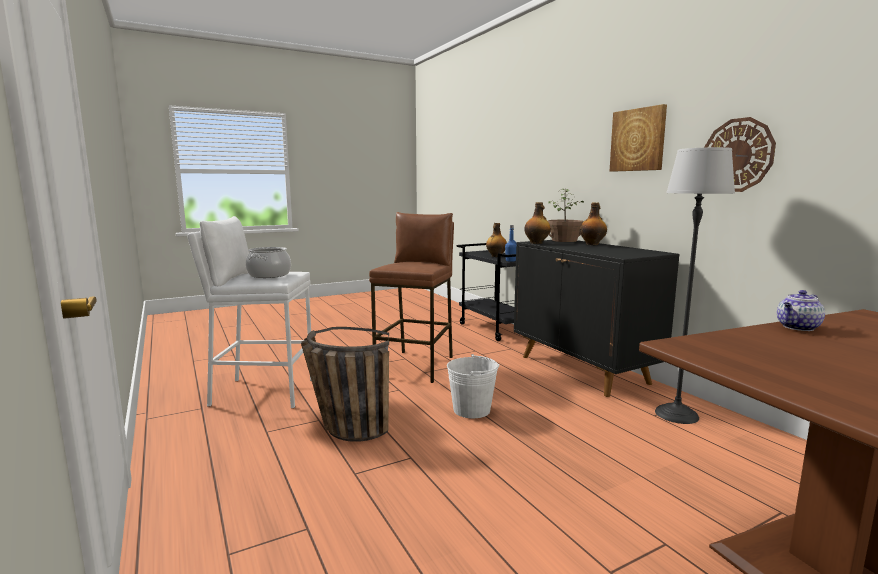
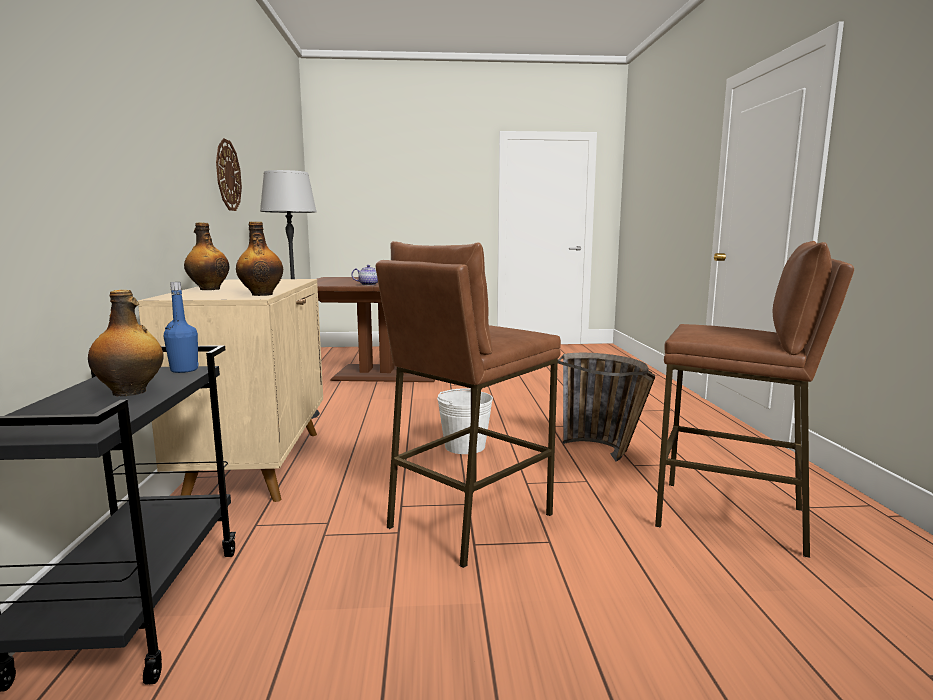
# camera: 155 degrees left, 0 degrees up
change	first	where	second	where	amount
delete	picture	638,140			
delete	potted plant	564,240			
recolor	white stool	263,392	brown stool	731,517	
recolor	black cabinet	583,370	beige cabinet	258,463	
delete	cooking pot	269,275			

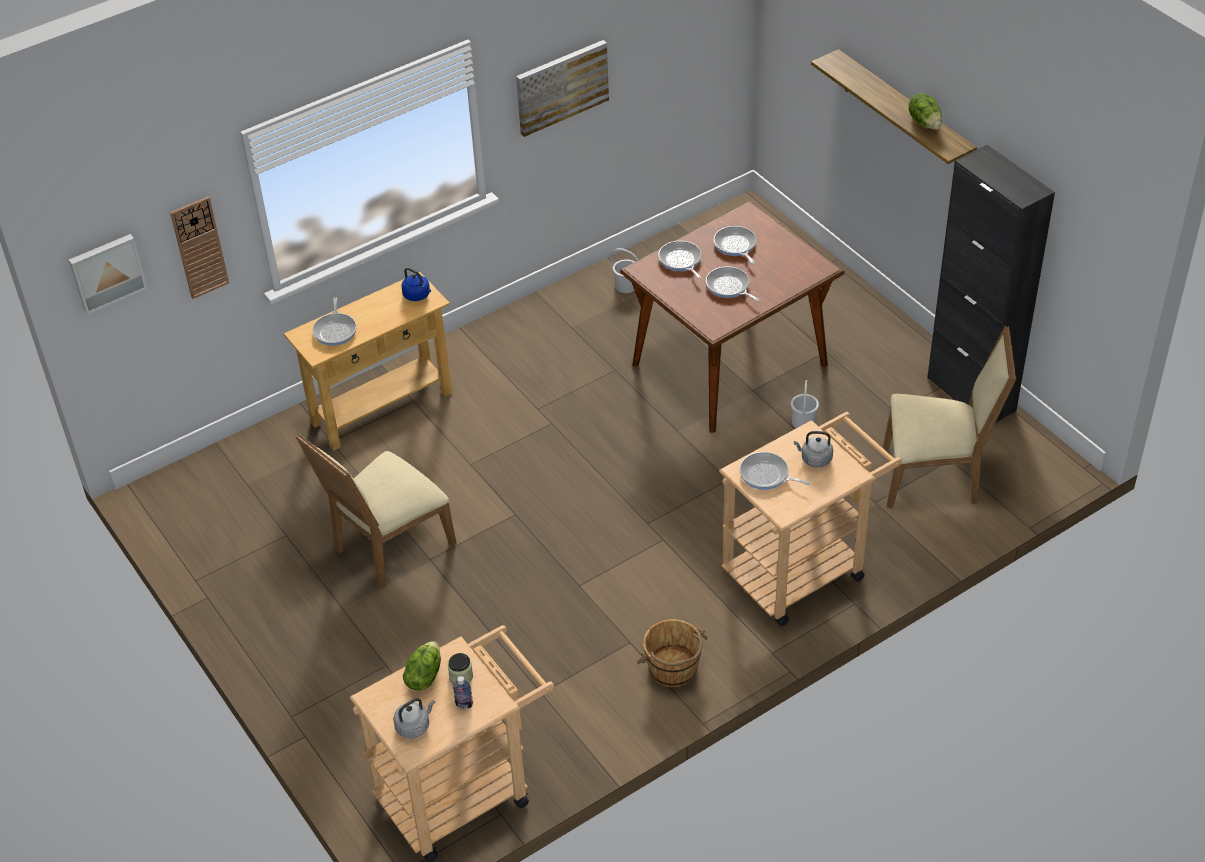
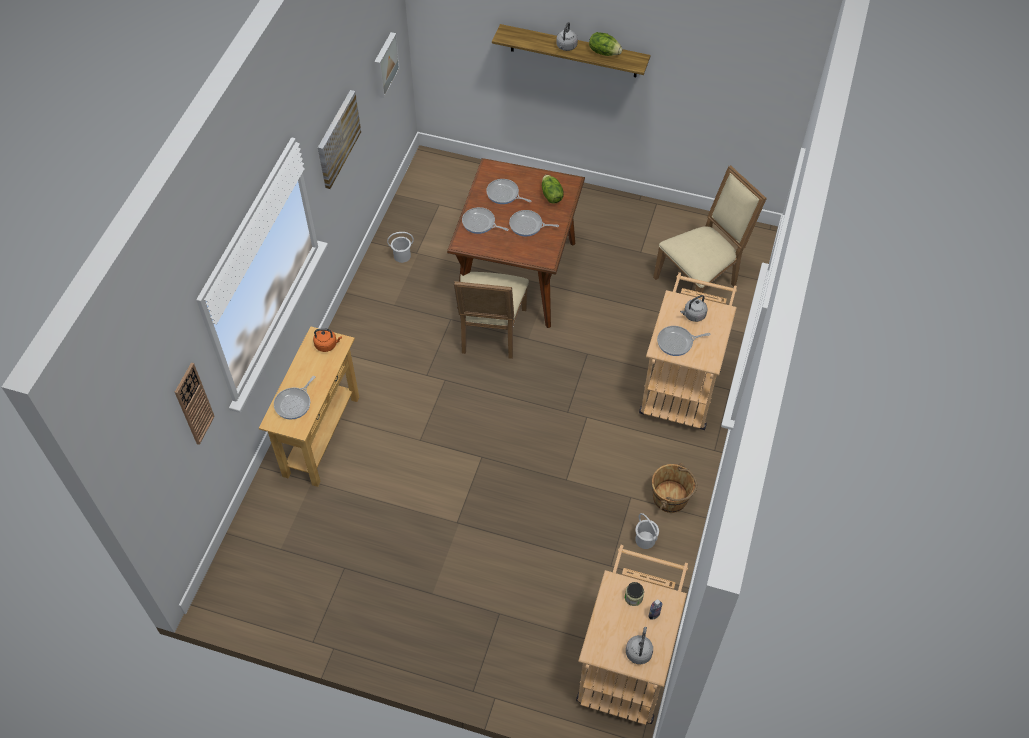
# camera: 40 degrees left, 10 degrees up
change	first	where	second	where	amount
delete	black cabinet	971,394			
move	picture	107,272		384,64	
recolor	blue kettle	418,295	orange kettle	327,345	
rotate	frying pan	335,330		294,403	75 degrees clockwise
move	white bucket	804,421		645,539	
move	beige chair	387,548		490,334	
move	lettuce	424,676		551,195	
insert			grey kettle	566,47	

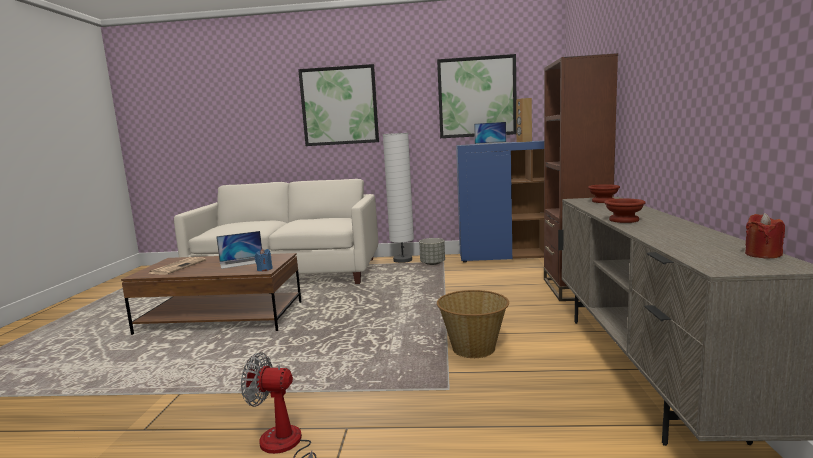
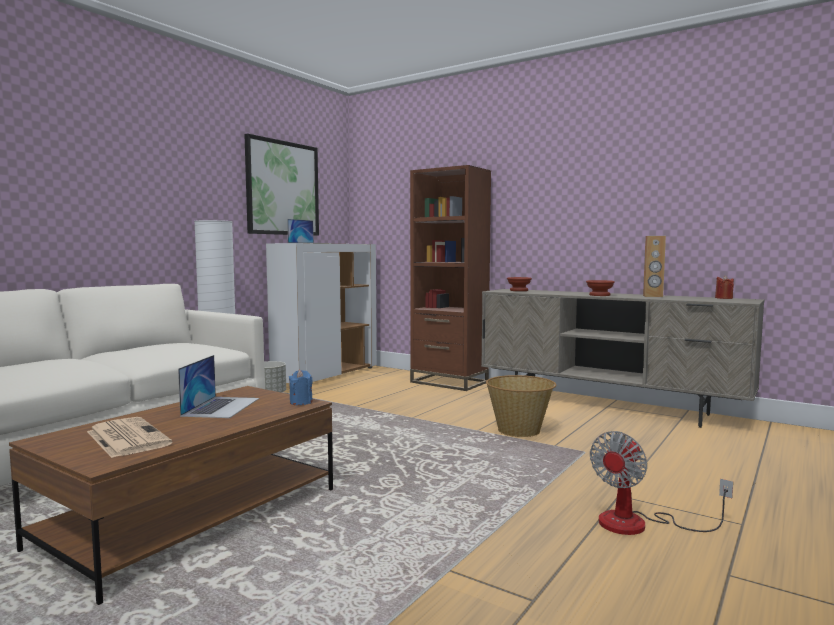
# camera: 60 degrees left, 5 degrees down
change	first	where	second	where	amount
delete	picture	339,106			
move	brown speaker	524,141		652,296	
recolor	blue cabinet	509,257	white cabinet	326,374	

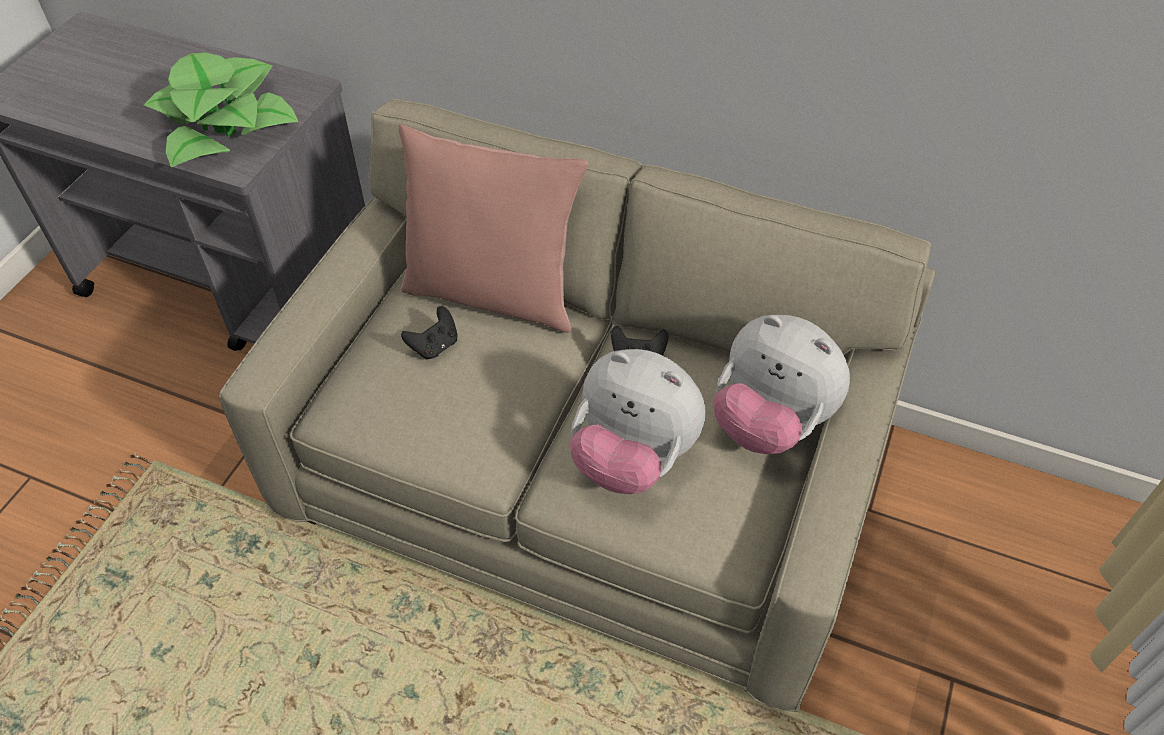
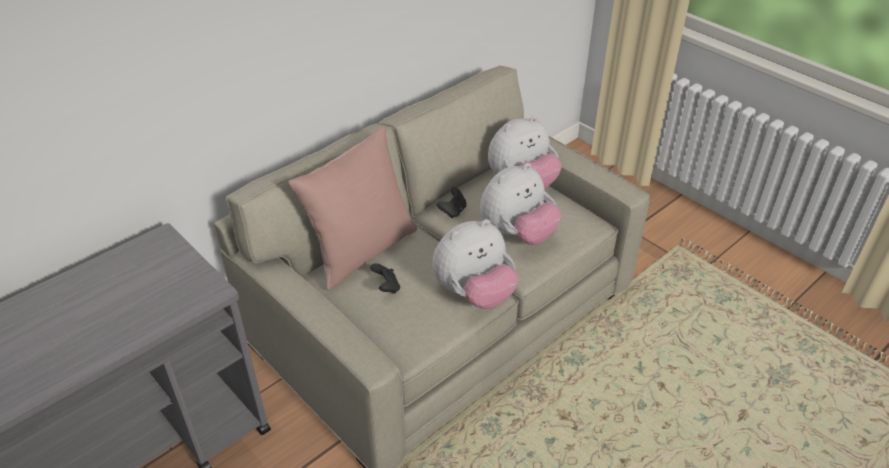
# camera: 65 degrees left, 10 degrees down
change	first	where	second	where	amount
delete	potted plant	225,123			
insert			plush toy	474,294	

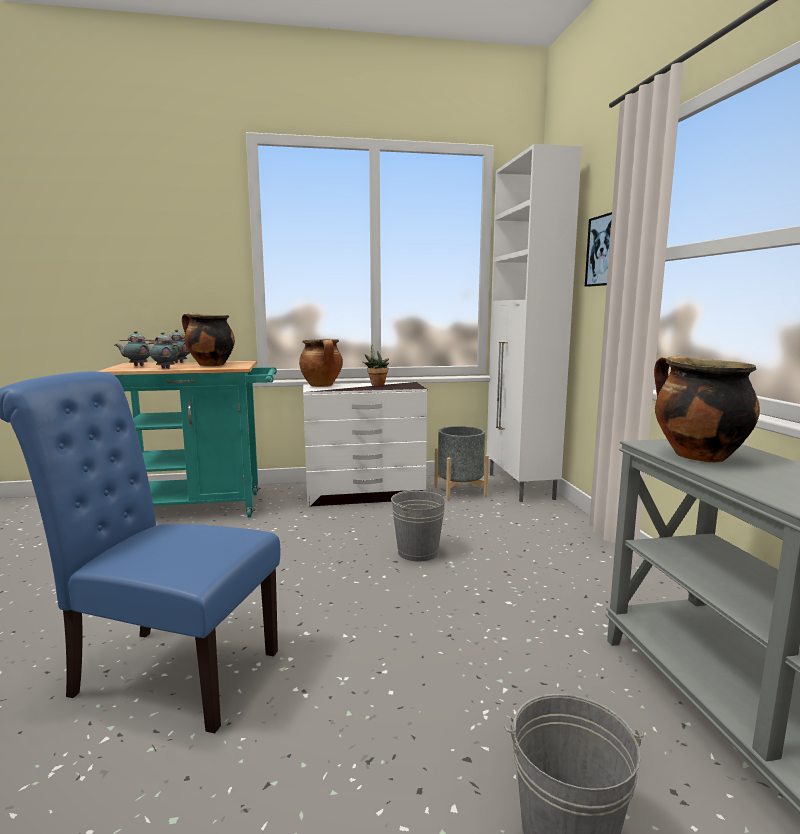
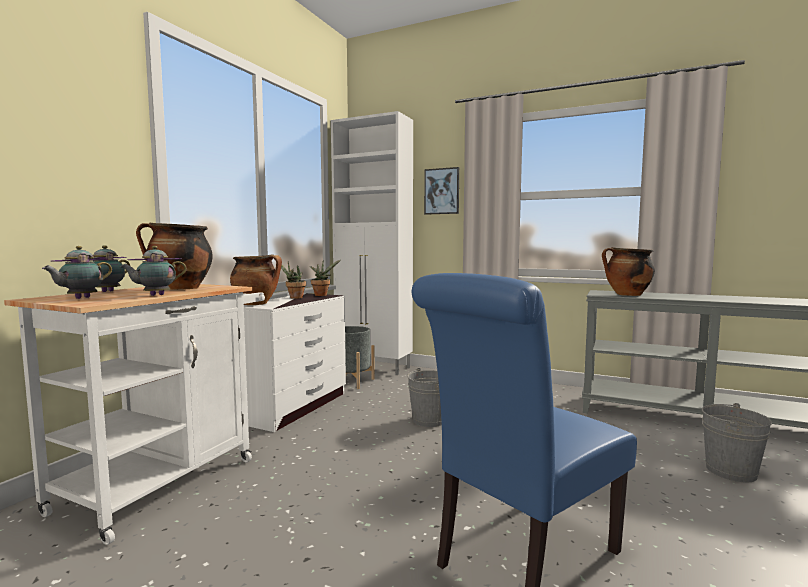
# camera: 55 degrees left, 5 degrees down
change	first	where	second	where	amount
recolor	turquoise cart	204,507	white cart	167,479	
insert			potted plant	322,295	

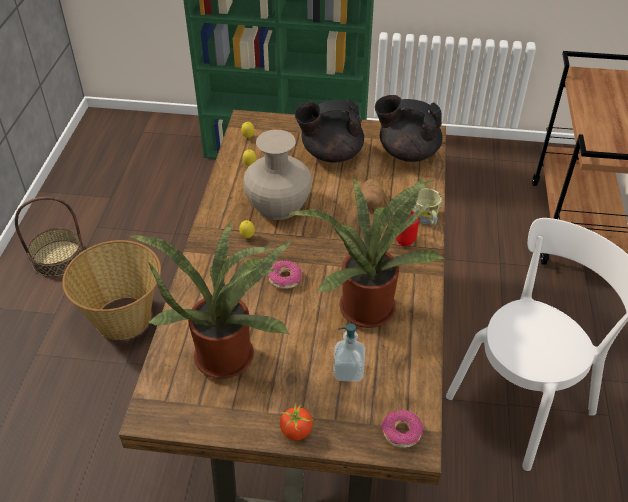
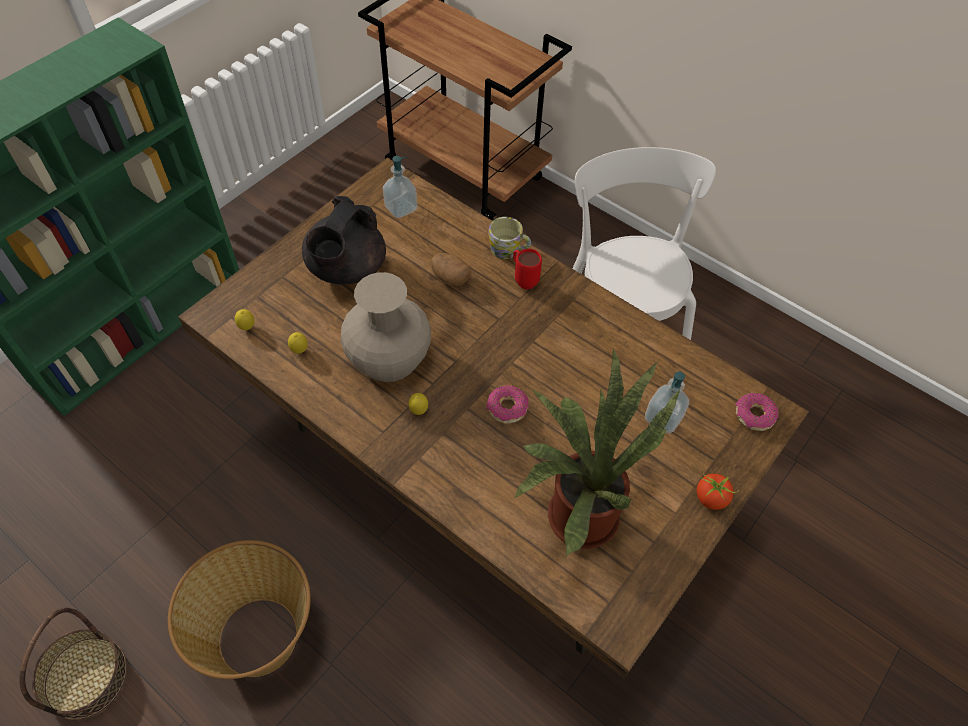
# camera: 60 degrees left, 10 degrees up
change	first	where	second	where	amount
replace	black teapot	407,152	soap dispenser	401,208	
delete	potted plant	366,304			

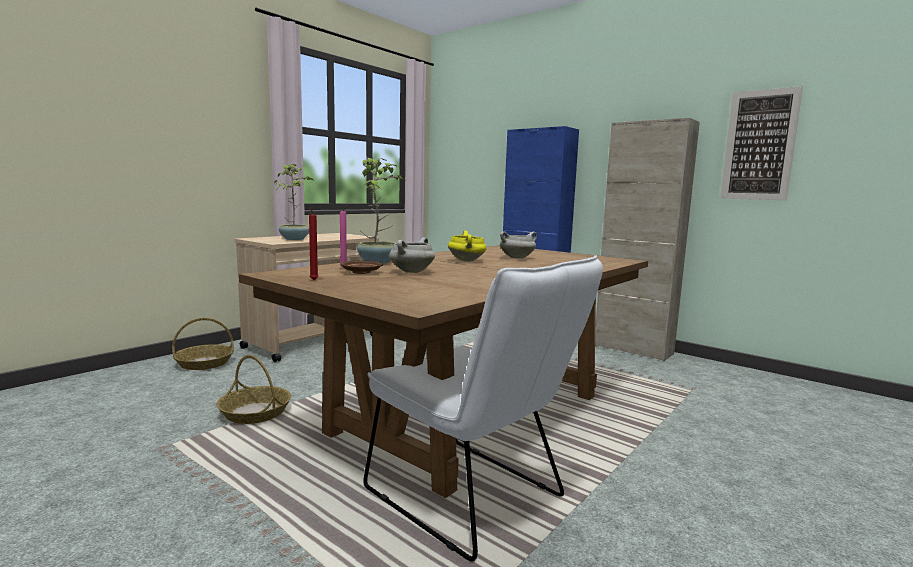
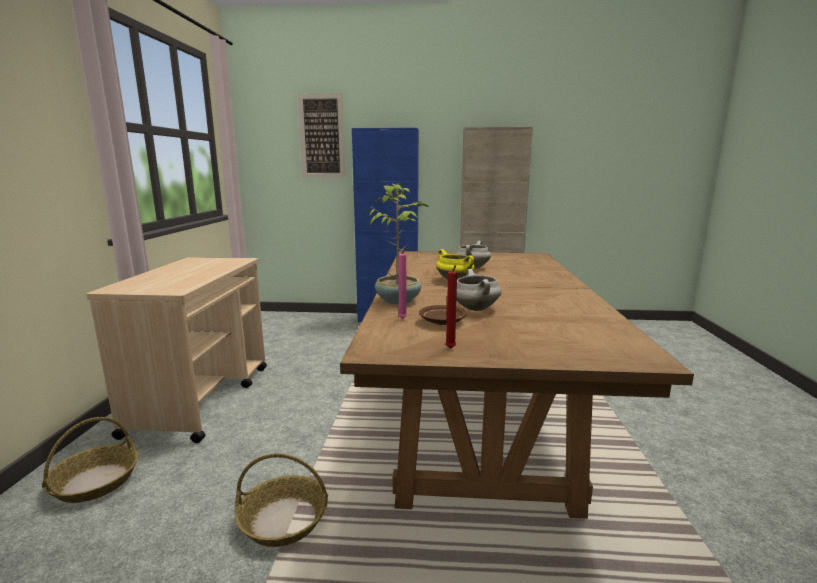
# camera: 35 degrees left, 5 degrees up
change	first	where	second	where	amount
move	picture	759,145		322,136	
delete	potted plant	295,239			
delete	white chair	473,499			

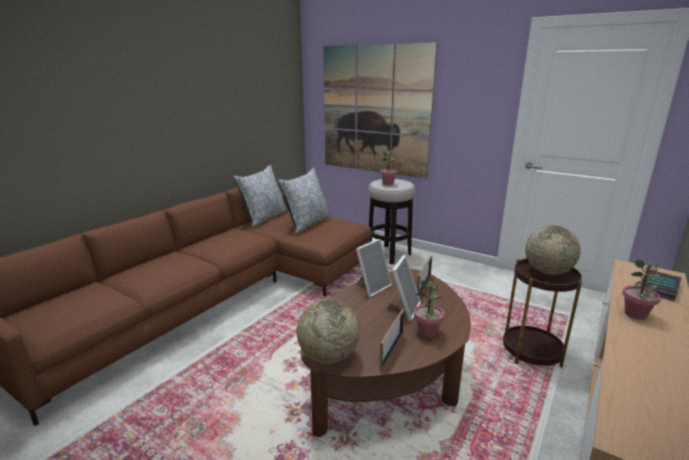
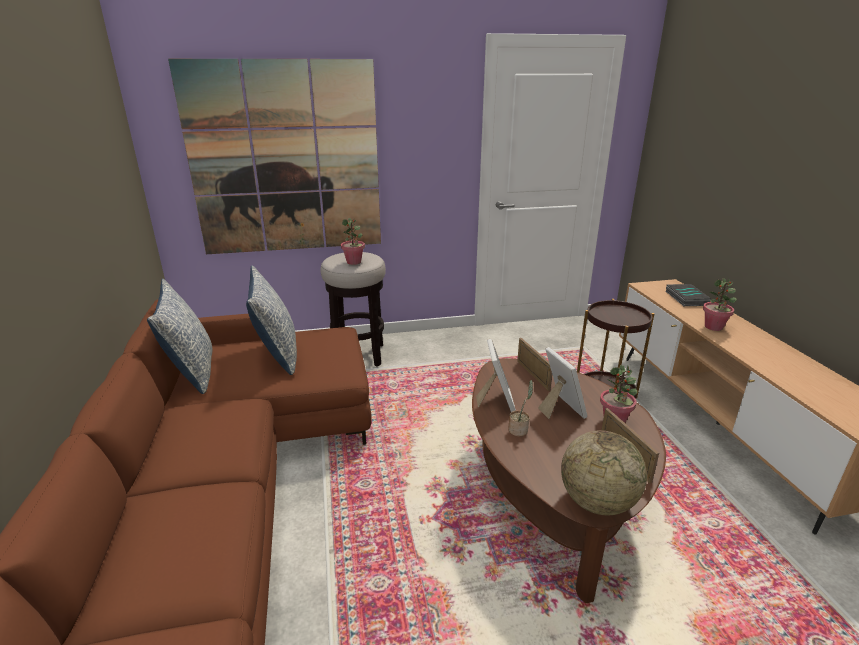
# camera: 45 degrees left, 5 degrees up
change	first	where	second	where	amount
delete	globe	547,272			
insert			potted plant	519,429	

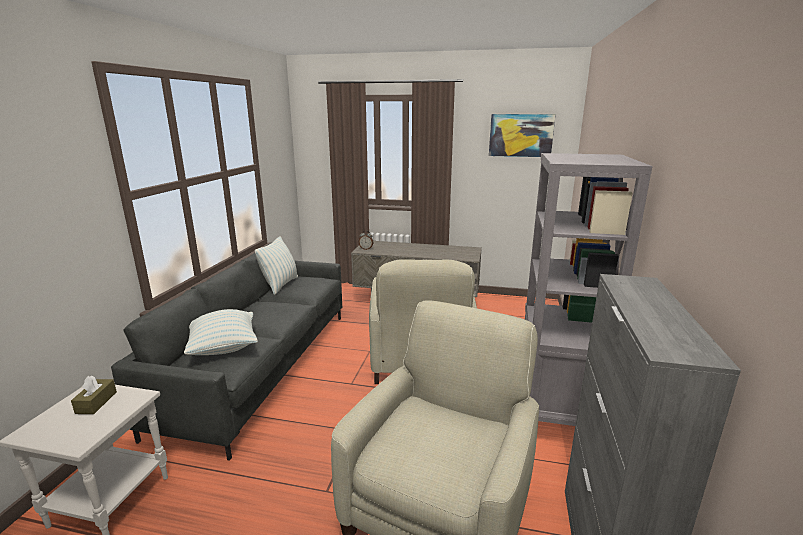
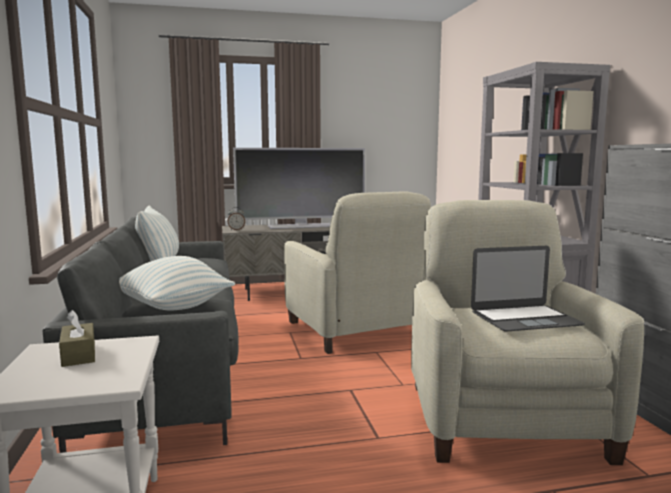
# camera: 25 degrees left, 10 degrees down
change	first	where	second	where	amount
delete	picture	521,135			
insert			television	304,226	
insert			laptop	525,318	

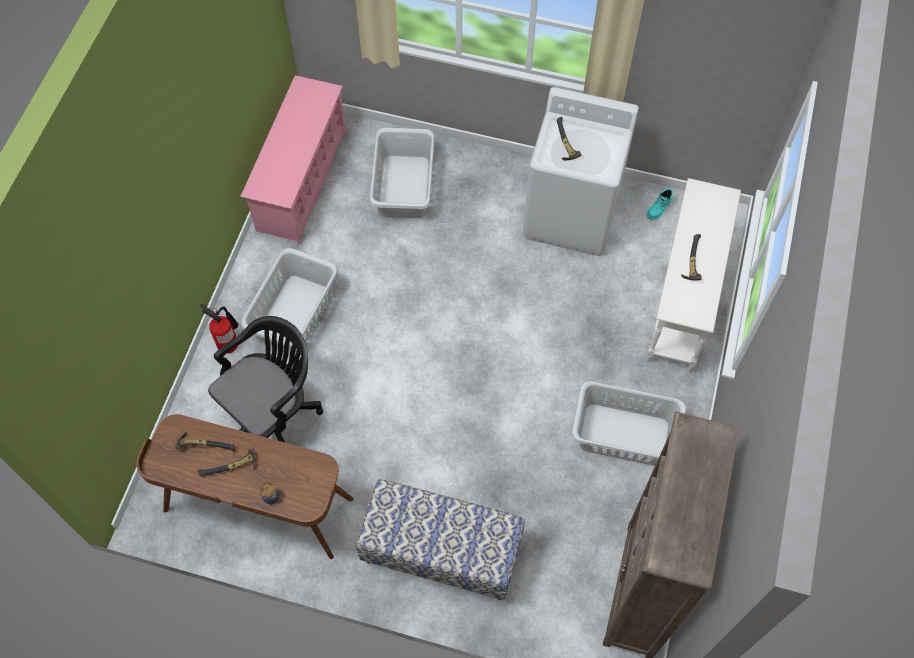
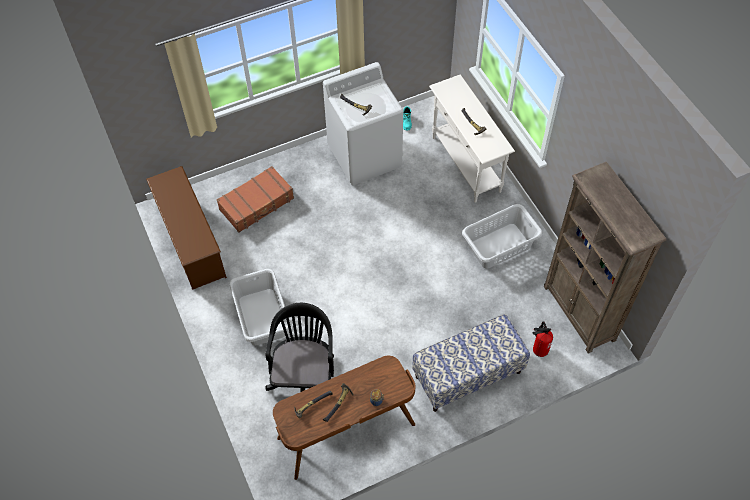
# camera: 40 degrees left, 5 degrees down
change	first	where	second	where	amount
recolor	pink shoe rack	301,180	brown shoe rack	191,242	
replace	grey laundry basket	404,186	brown suitcase	257,204	
move	fire extinguisher	229,342		538,349	

